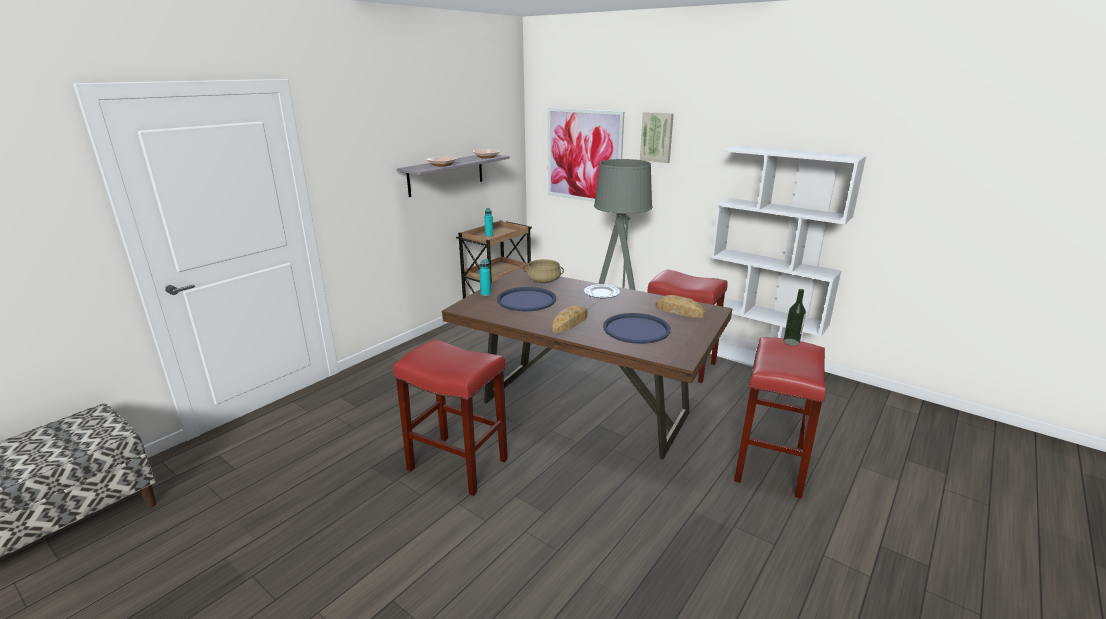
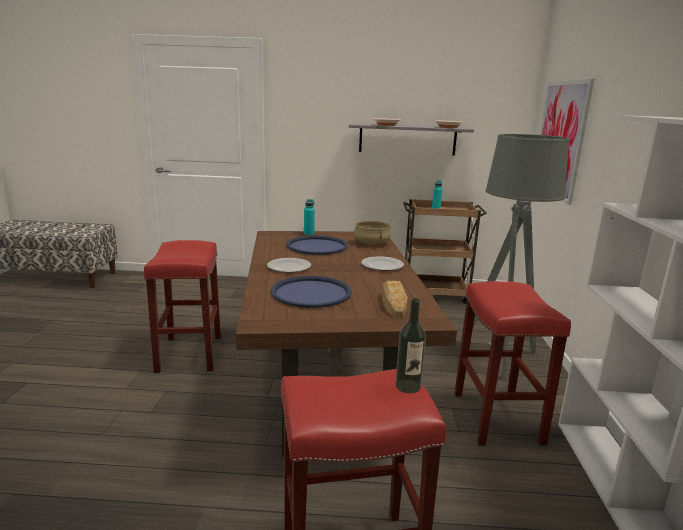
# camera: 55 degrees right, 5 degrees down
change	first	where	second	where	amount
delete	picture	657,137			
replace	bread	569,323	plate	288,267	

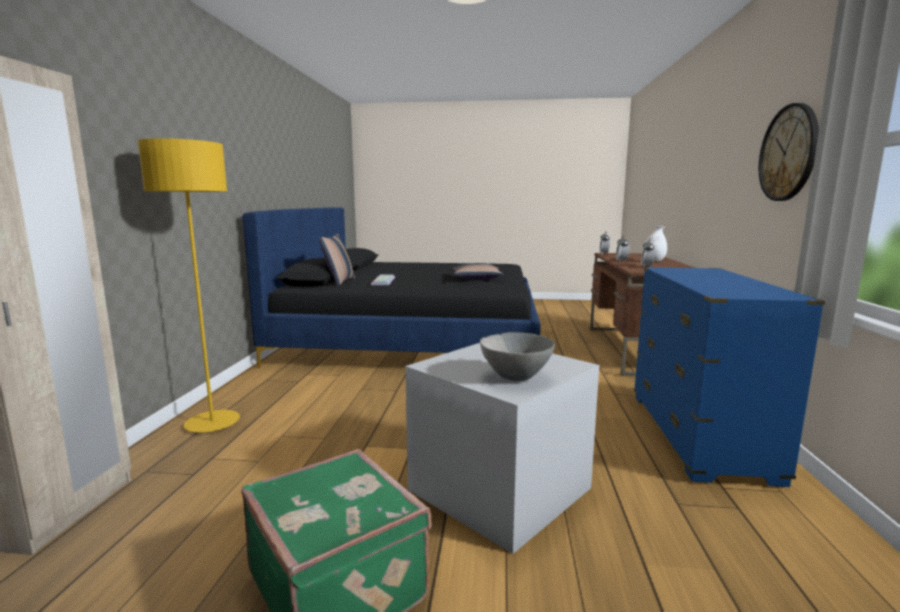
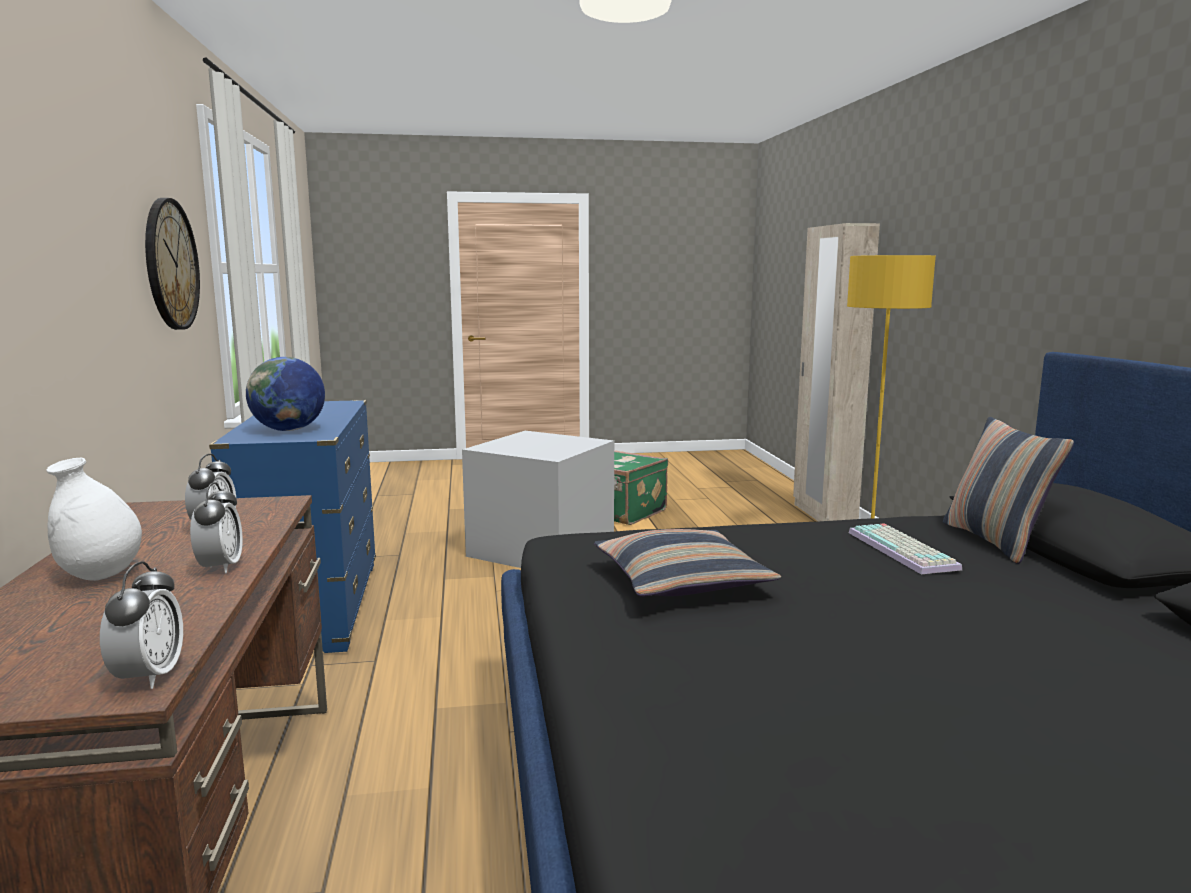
# camera: 165 degrees right, 0 degrees up
change	first	where	second	where	amount
delete	grey bowl	516,376			
insert			globe	289,430	

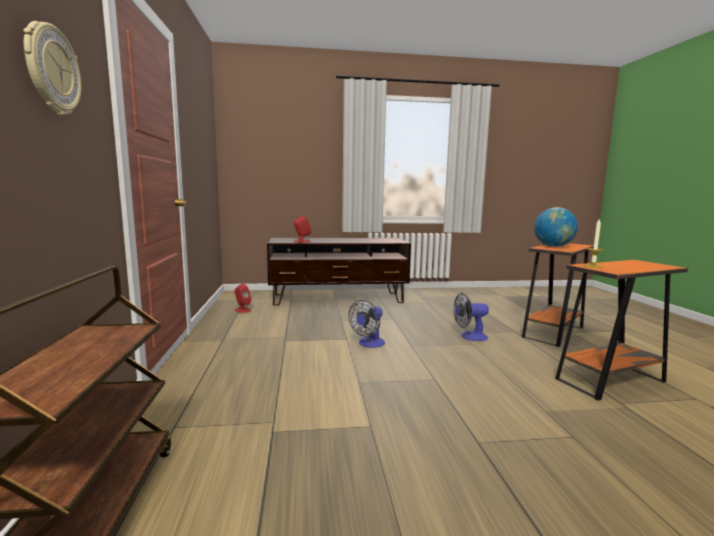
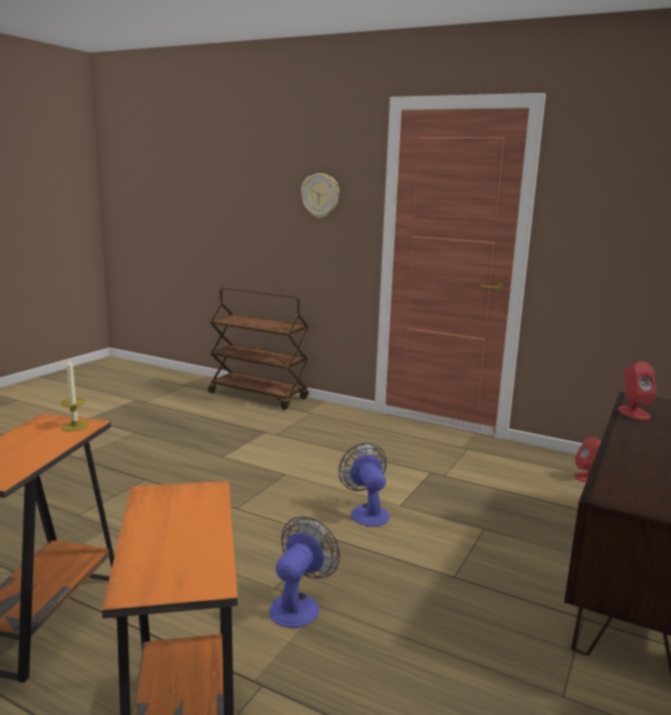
# camera: 125 degrees right, 5 degrees up
change	first	where	second	where	amount
delete	globe	553,246			

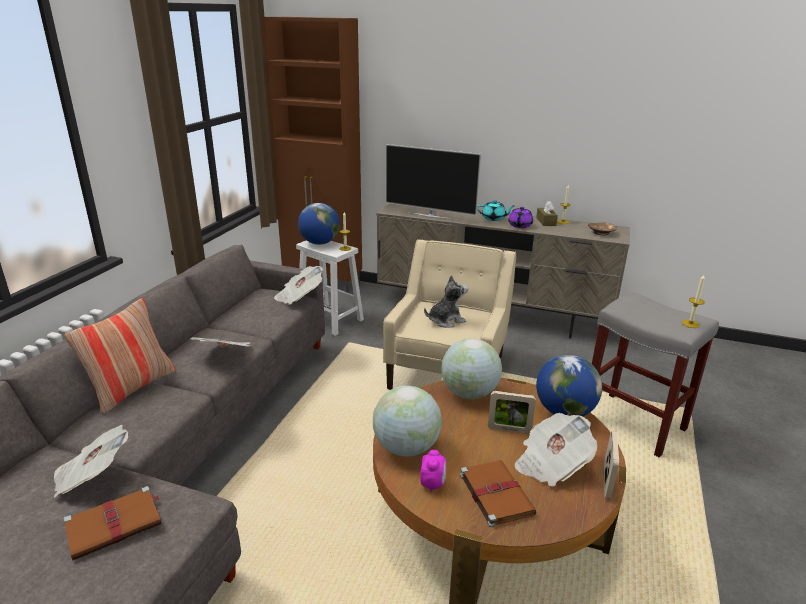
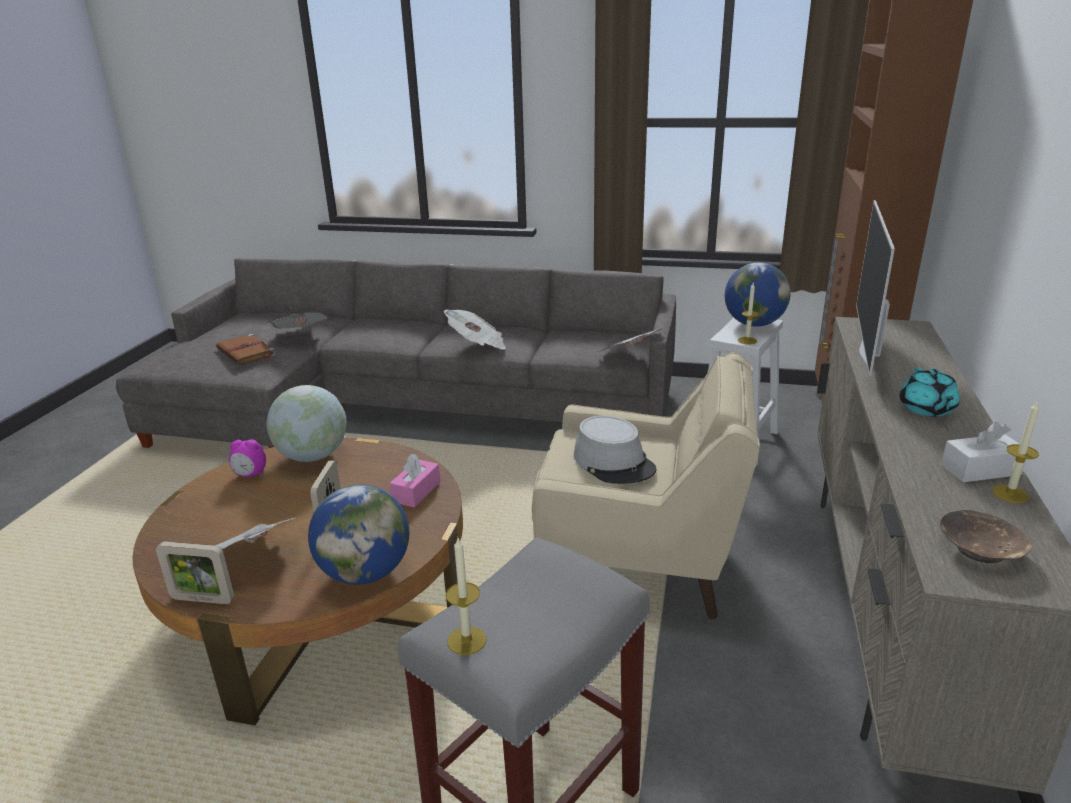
# camera: 85 degrees right, 0 degrees up
change	first	where	second	where	amount
recolor	brown tissue box	546,222	white tissue box	980,470	
delete	purple teapot	519,225			
replace	plush toy	445,320	grey hat	614,462	
delete	pillow	132,388			
replace	globe	469,393	pink tissue box	416,492	
delete	brown book	495,493			

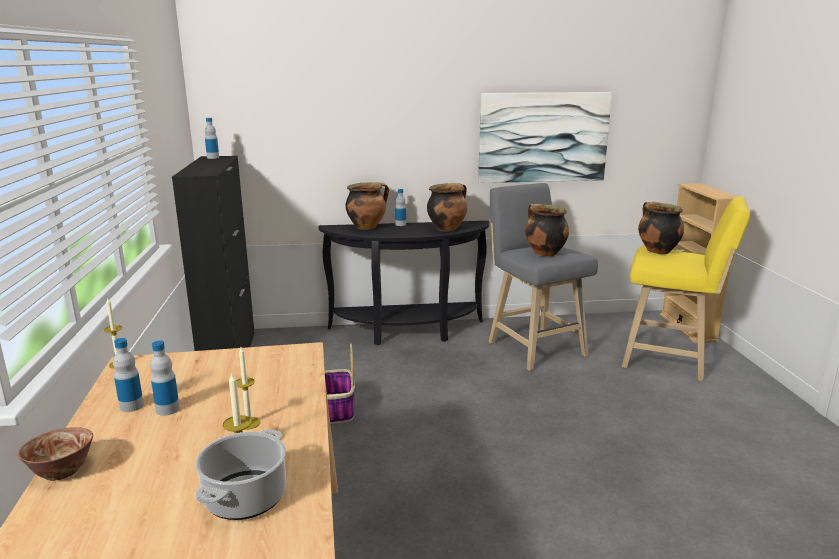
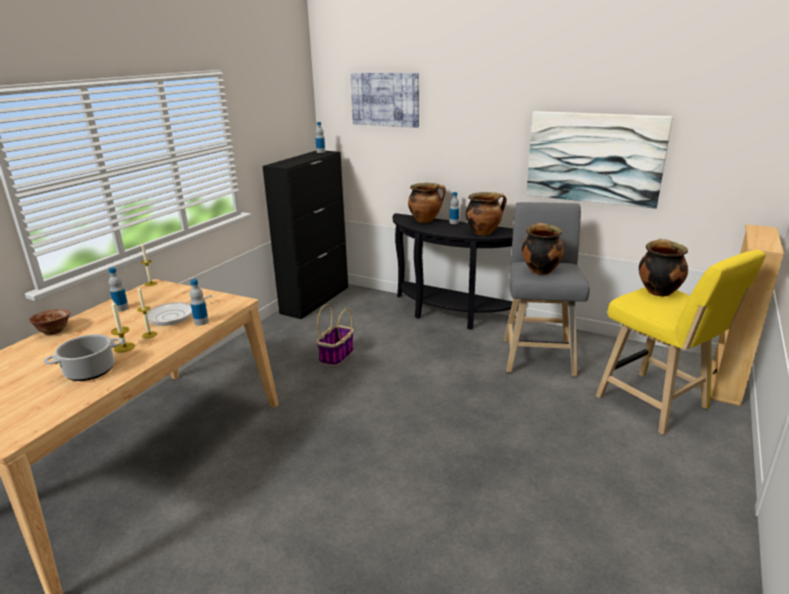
# camera: 35 degrees right, 5 degrees up
change	first	where	second	where	amount
move	bottle	167,409		201,322	
insert			picture	385,99	
insert			frying pan	174,316	

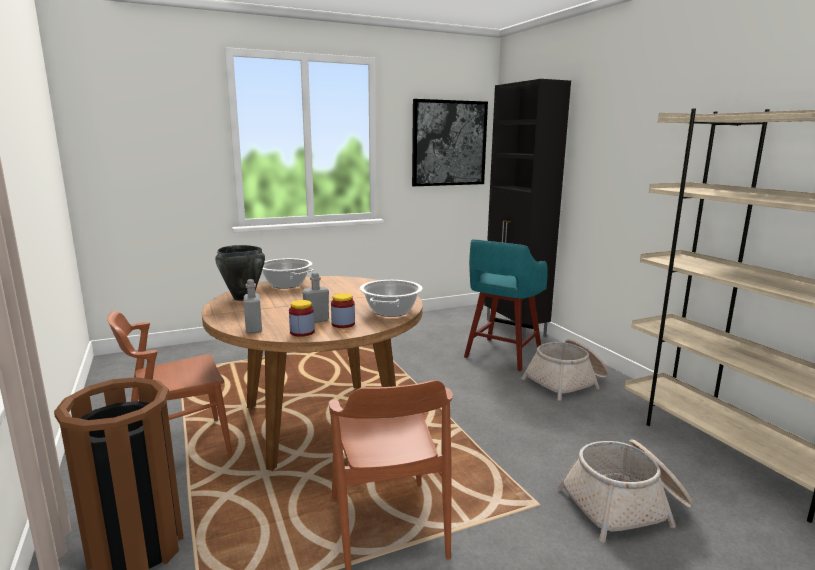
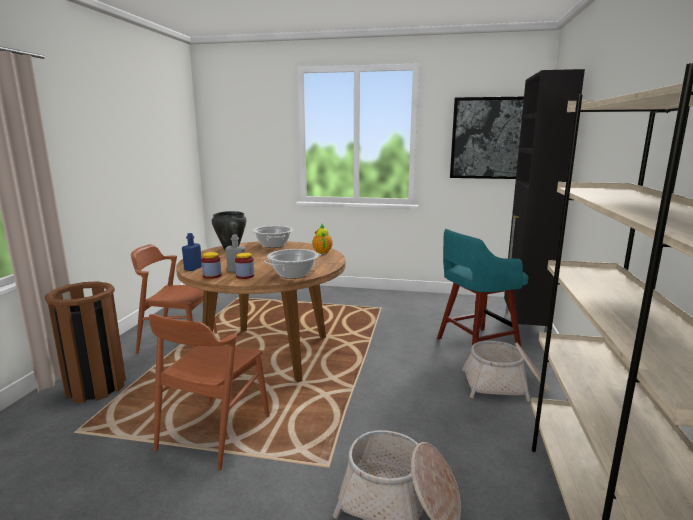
# camera: 35 degrees right, 0 degrees up
change	first	where	second	where	amount
recolor	grey bottle	254,329	blue bottle	193,268	
insert			teapot	322,251	

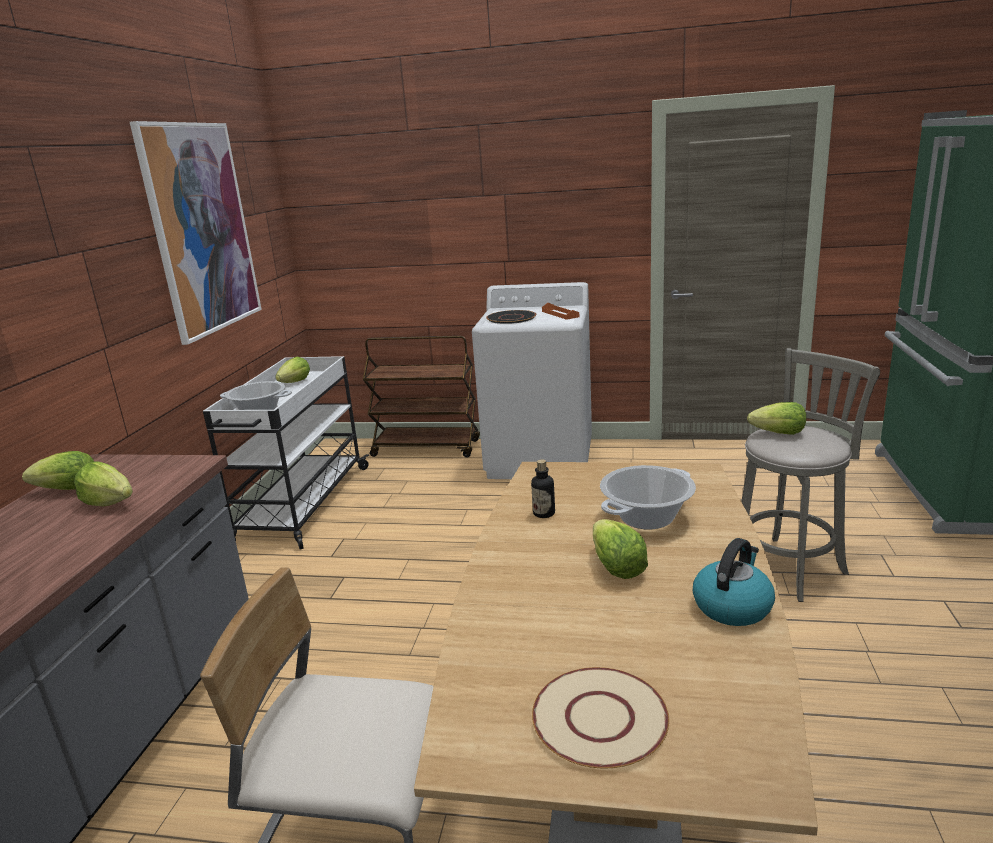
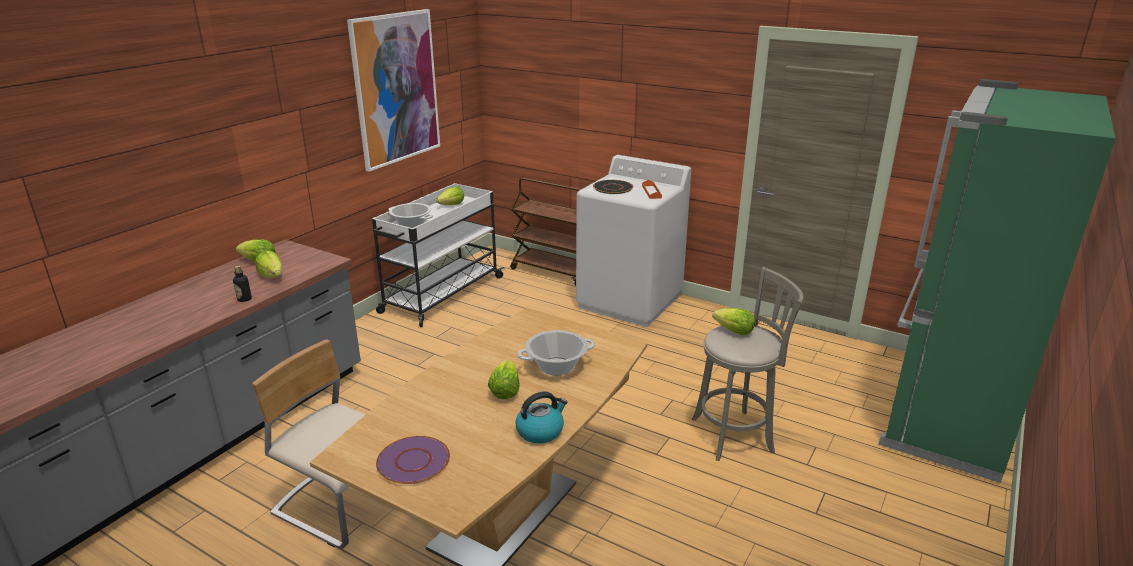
# camera: 20 degrees right, 5 degrees up
change	first	where	second	where	amount
move	bottle	544,513		244,299	
recolor	beige plate	599,719	purple plate	413,461	

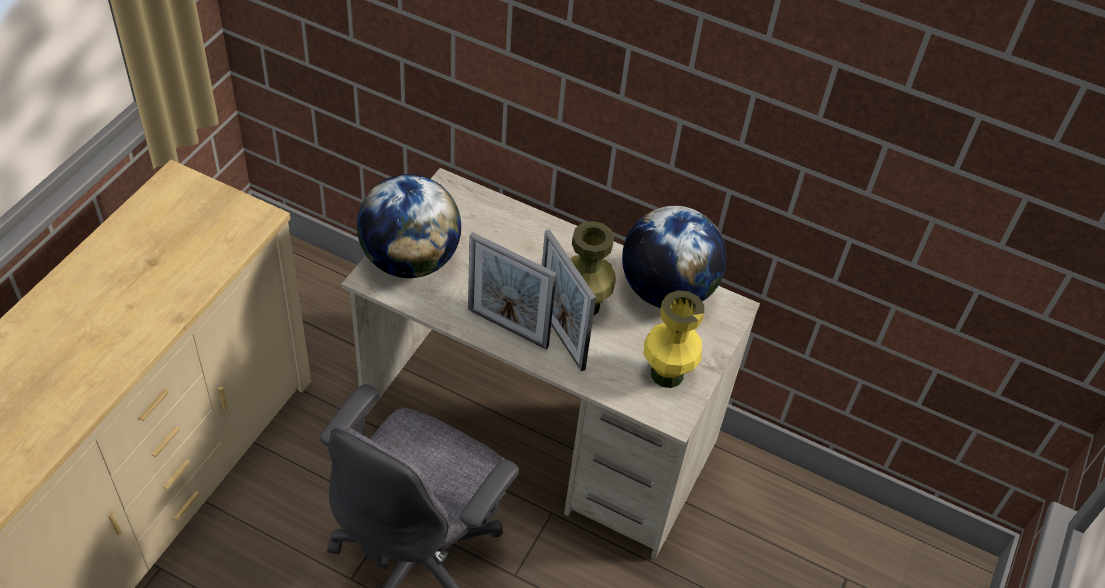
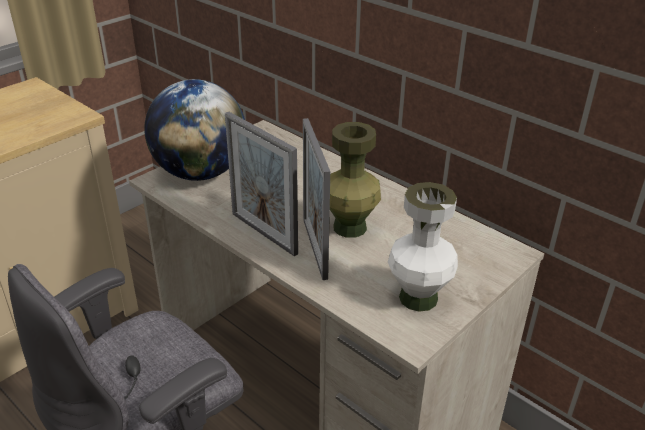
# camera: 20 degrees right, 15 degrees down
change	first	where	second	where	amount
delete	globe	666,291			
recolor	yellow vase	667,373	white vase	418,297	

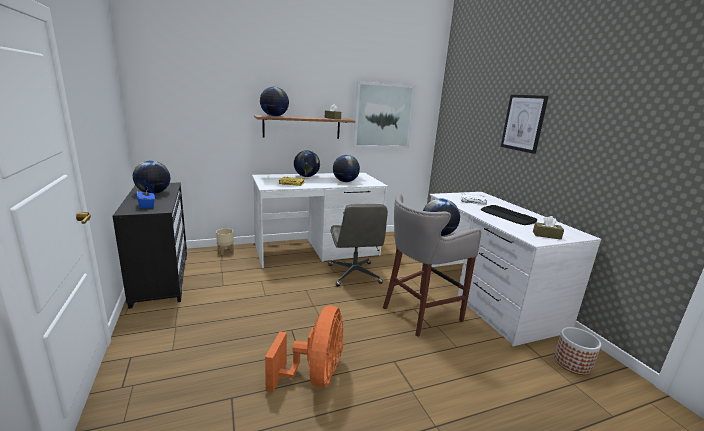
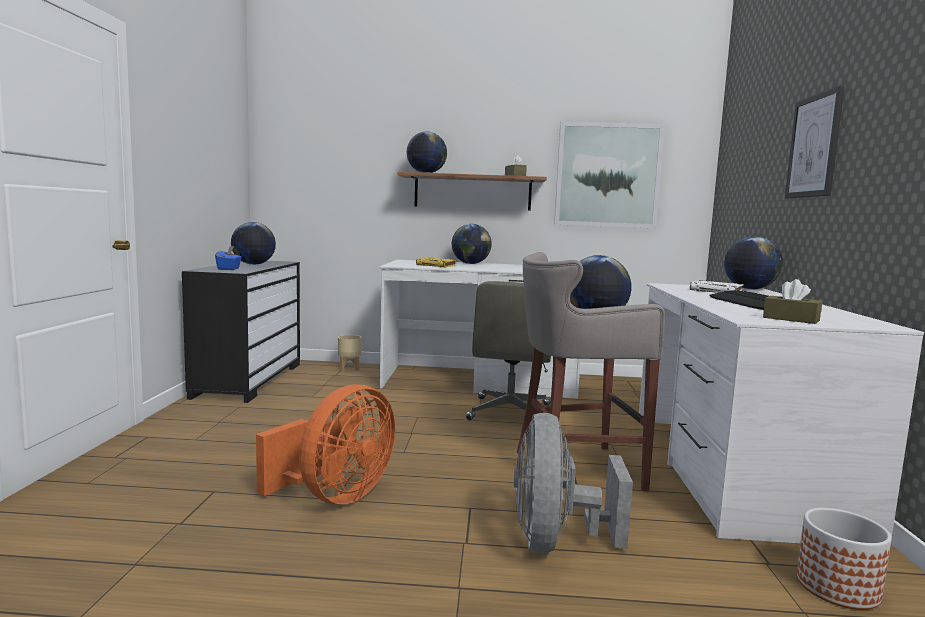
# camera: 25 degrees right, 10 degrees down
change	first	where	second	where	amount
move	globe	345,181		749,289	
insert			grey fan	556,541	

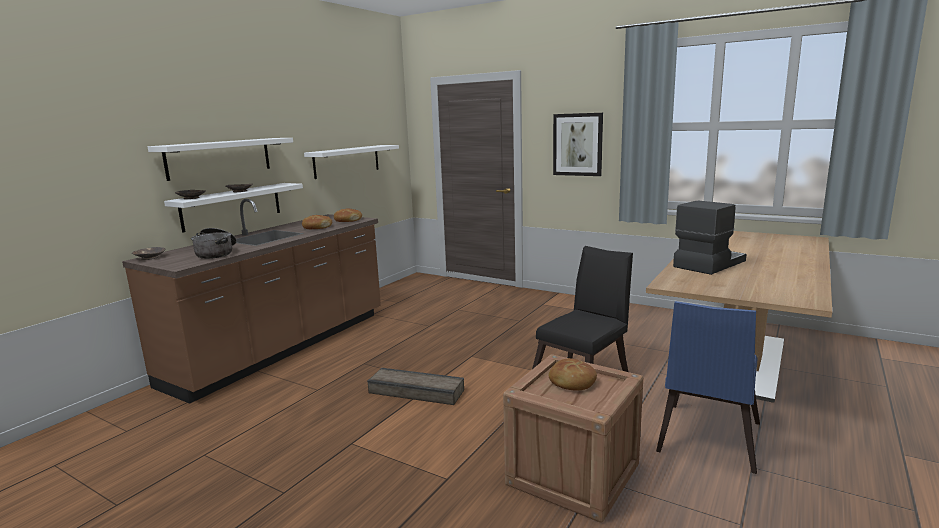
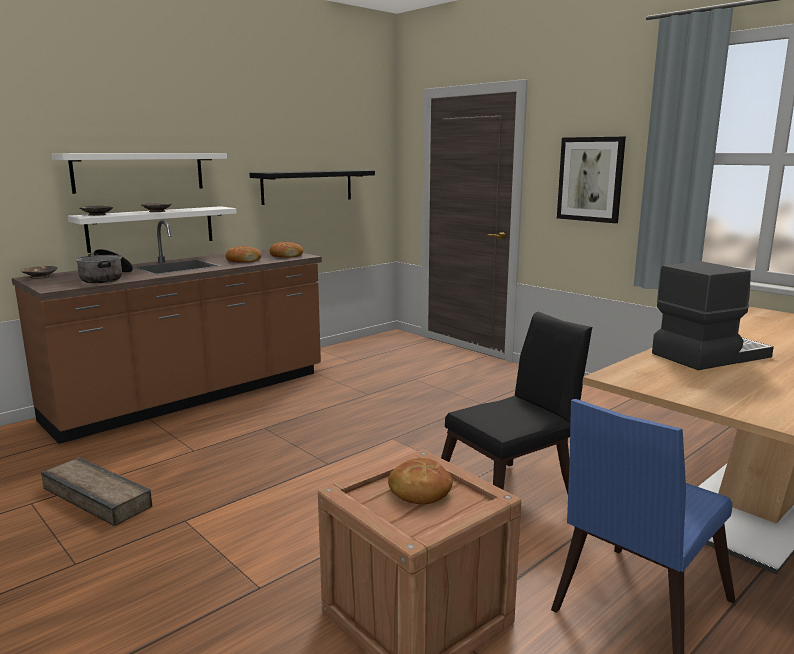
# camera: 15 degrees right, 0 degrees up
change	first	where	second	where	amount
recolor	white shelf	347,161	black shelf	307,186	
move	crate	416,391		98,496	

